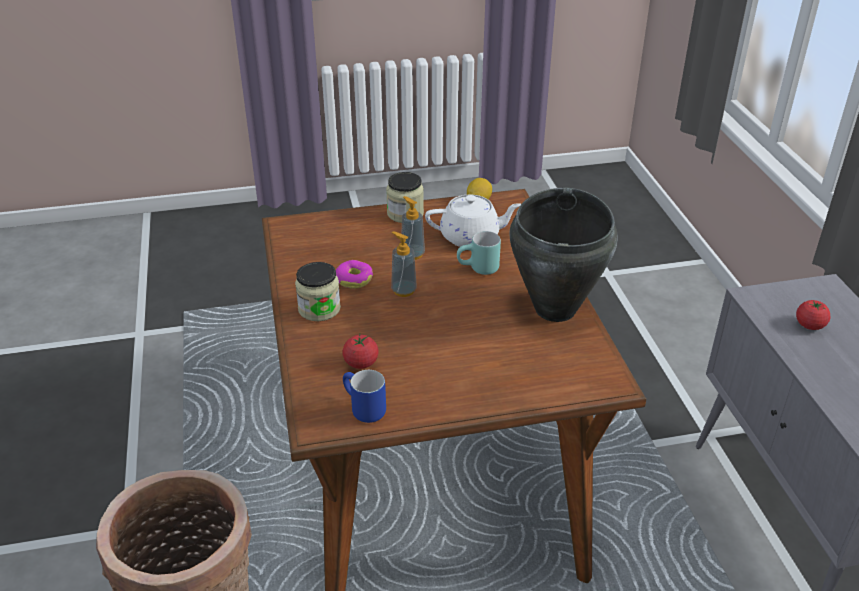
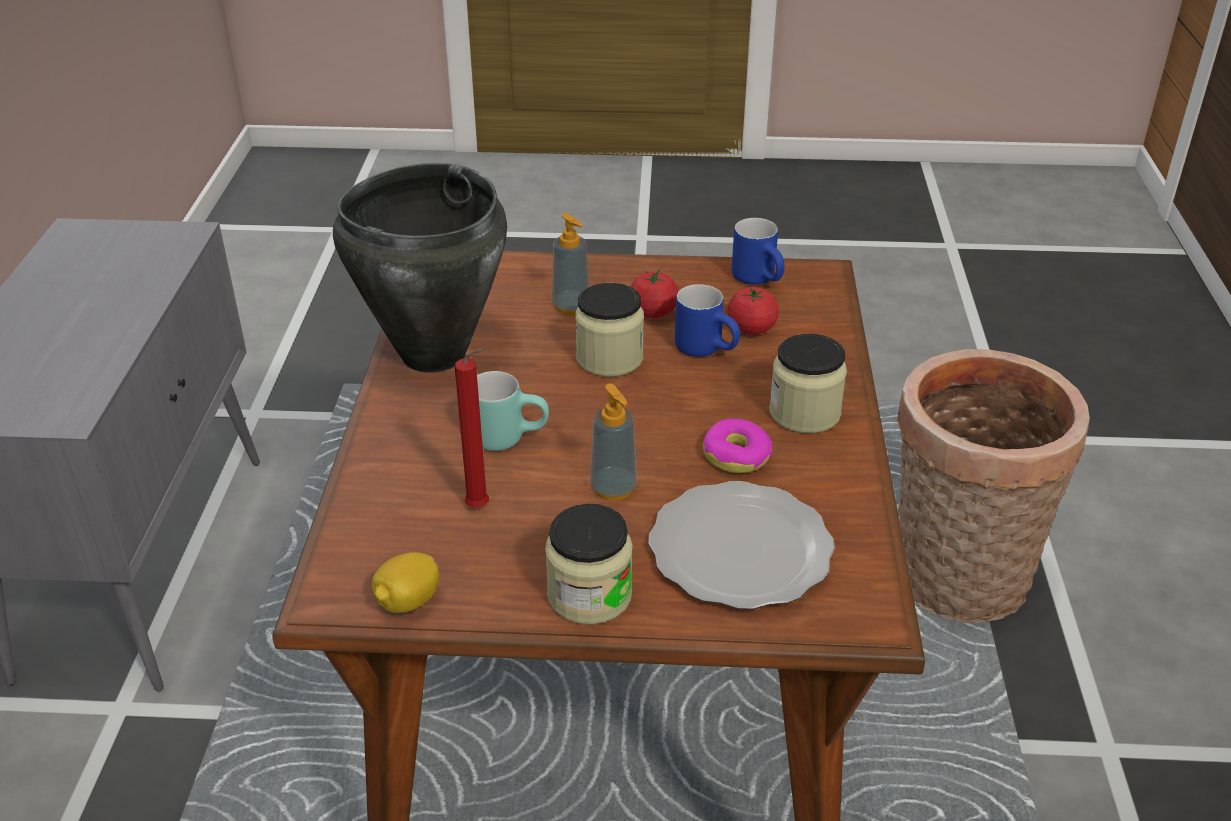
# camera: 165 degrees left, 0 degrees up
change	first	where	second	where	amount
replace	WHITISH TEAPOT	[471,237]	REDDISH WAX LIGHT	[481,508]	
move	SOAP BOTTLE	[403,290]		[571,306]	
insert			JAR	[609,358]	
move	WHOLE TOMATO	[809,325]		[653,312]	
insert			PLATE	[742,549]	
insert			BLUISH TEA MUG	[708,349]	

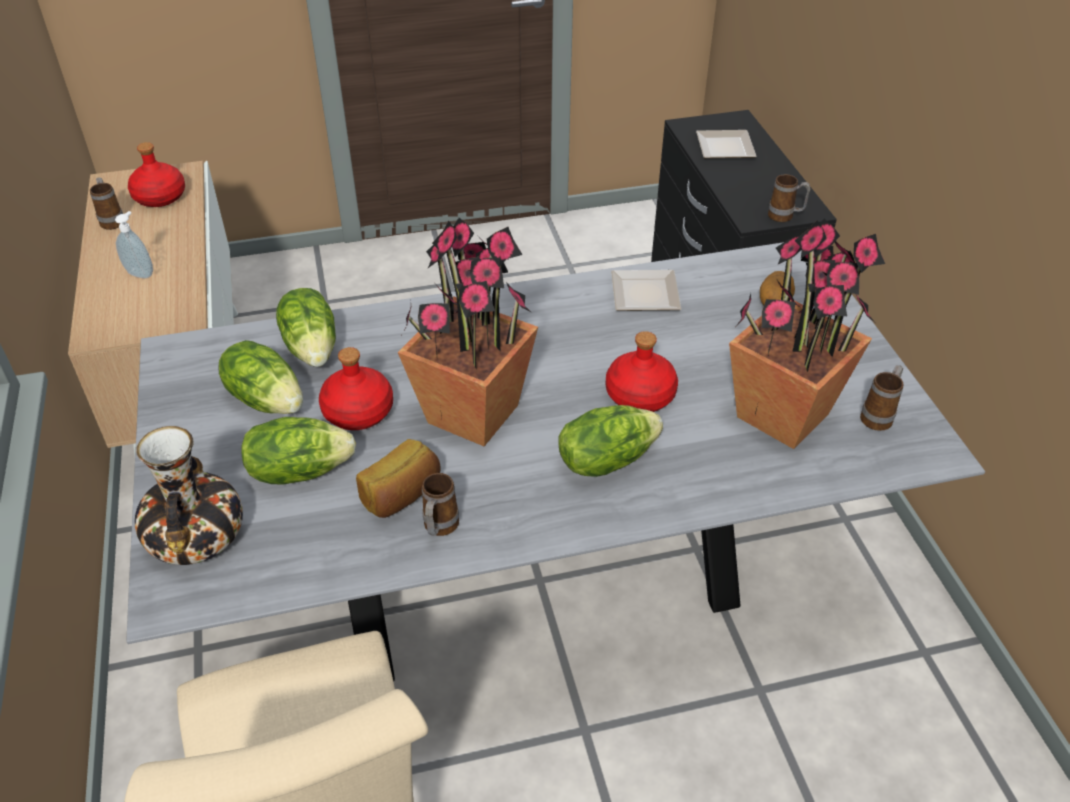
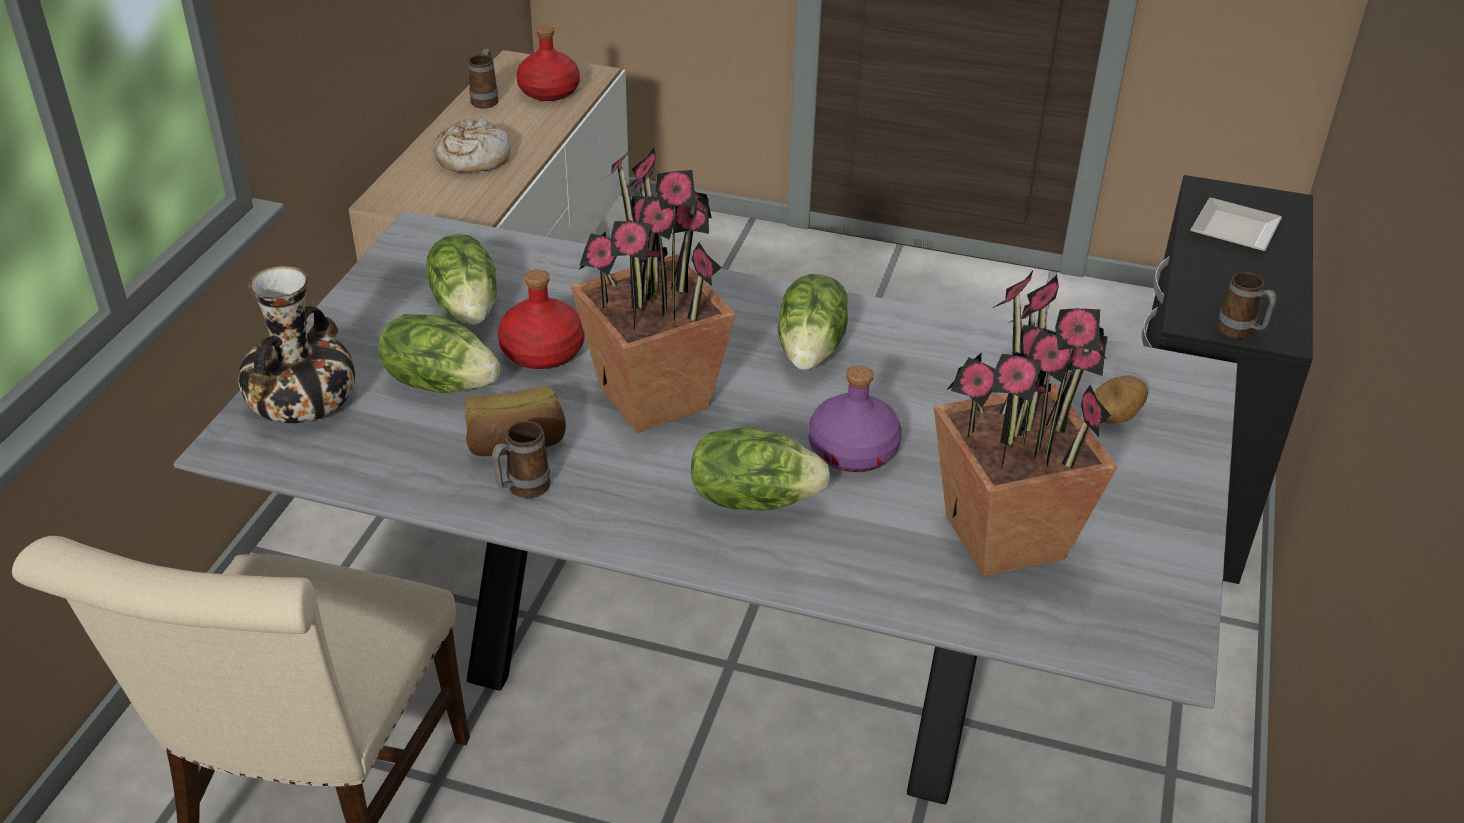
# camera: 30 degrees right, 5 degrees down
change	first	where	second	where	amount
replace	SOAP BOTTLE	[141,273]	BAKED BREAD	[472,158]	
move	LETTUCE HEAD	[313,347]		[812,350]	
recolor	REDDISH BEVERAGE BOTTLE	[641,395]	PURPLISH BEVERAGE BOTTLE	[853,451]	
delete	PLATE	[647,295]			
delete	TEA MUG	[879,416]			

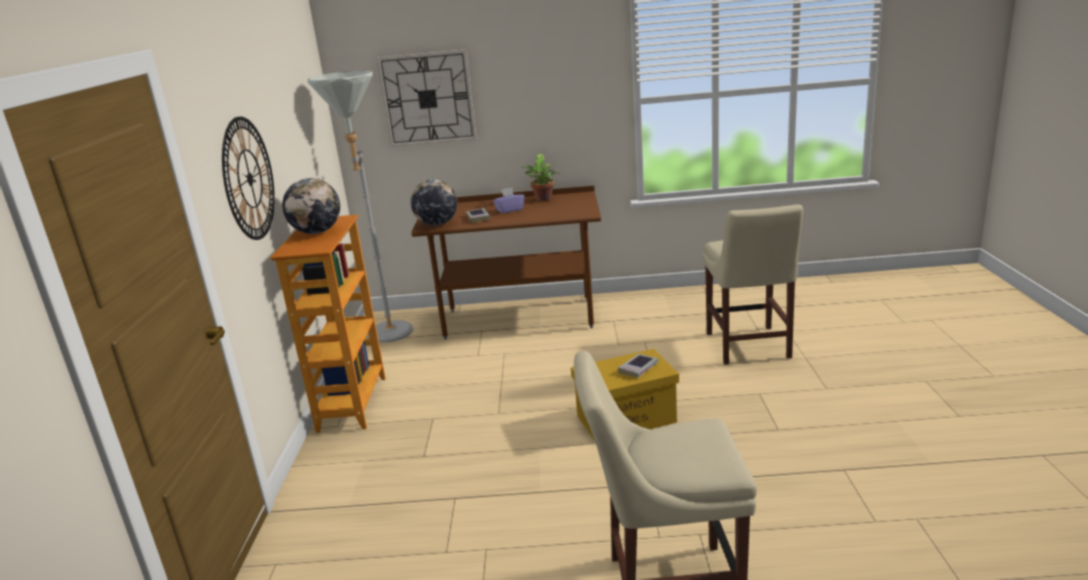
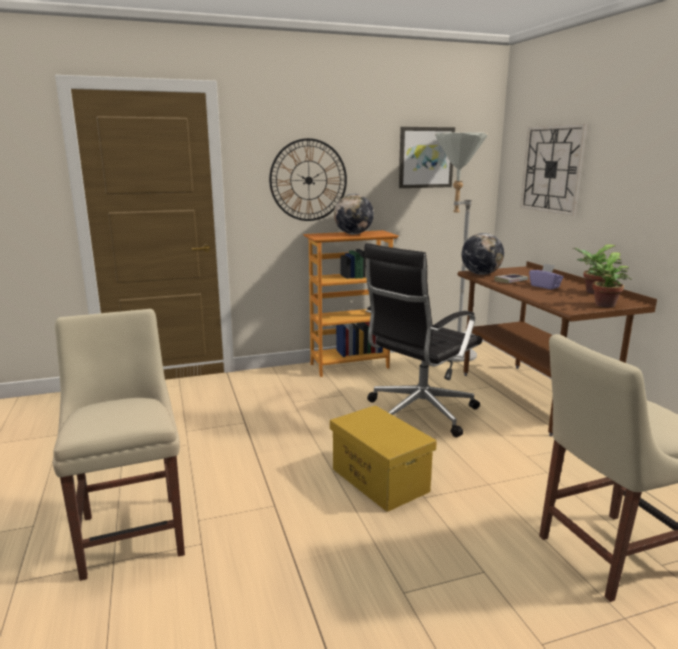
# camera: 70 degrees right, 5 degrees down
change	first	where	second	where	amount
insert			BLACKISH COMPUTER CHAIR	[418,413]	
insert			WALL PICTURE	[425,157]	
insert			HOUSEPLANT	[603,305]	
delete	VOLUME	[638,368]			

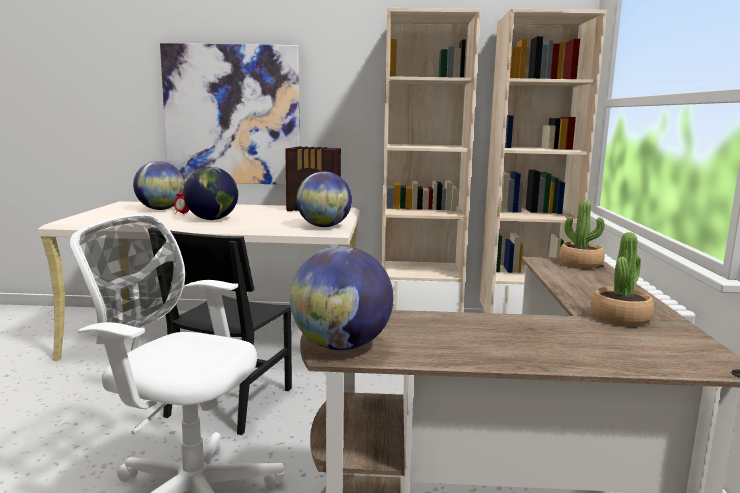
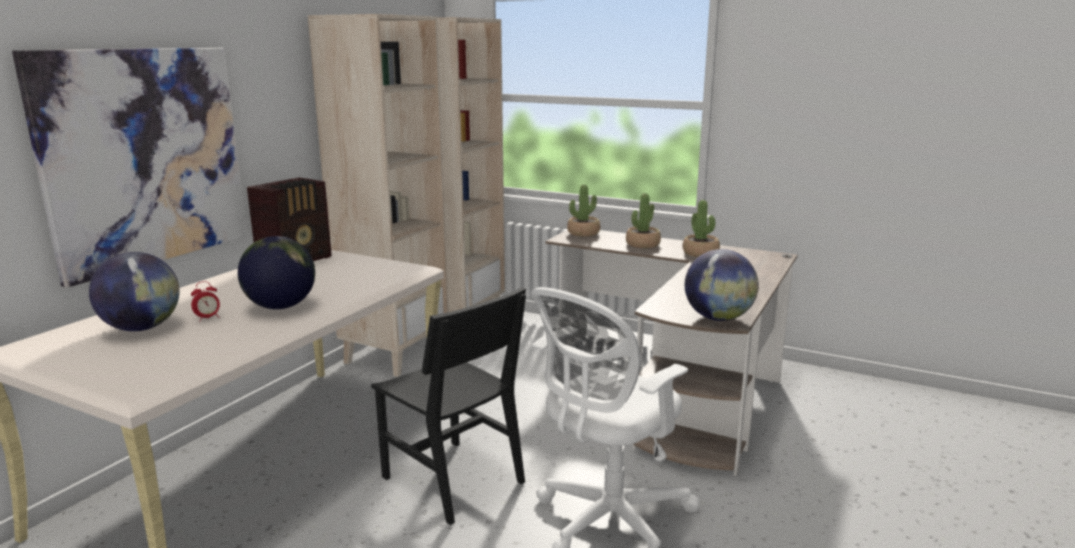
# camera: 65 degrees left, 5 degrees up
change	first	where	second	where	amount
insert			HOUSEPLANT	[642,244]	
delete	GLOBE	[324,226]			

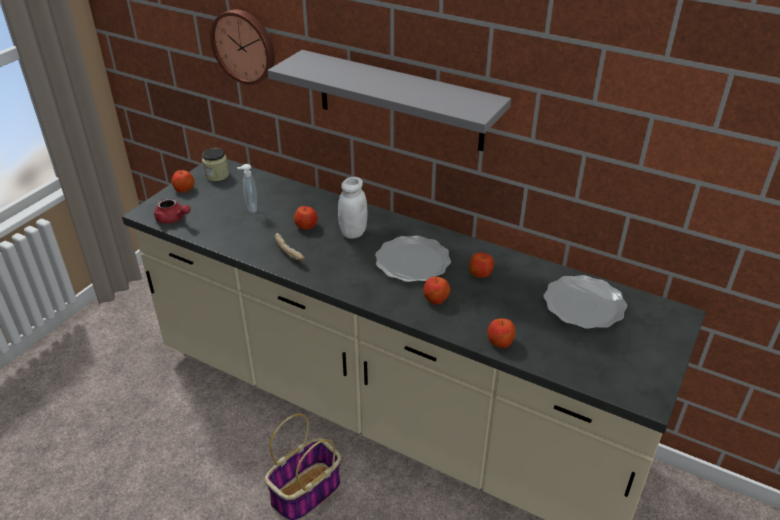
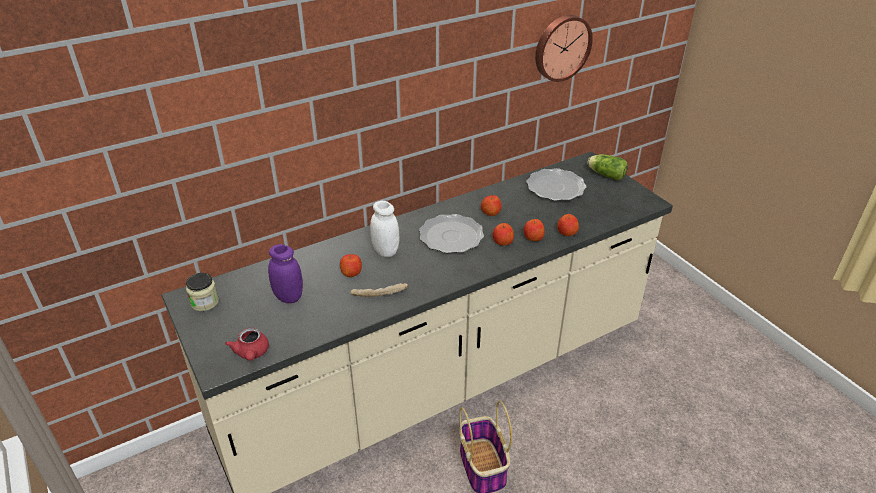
# camera: 60 degrees left, 0 degrees up
change	first	where	second	where	amount
rotate	REDDISH TEAPOT	[173,219]		[251,353]	105 degrees clockwise
replace	SOAP BOTTLE	[250,208]	PURPLISH JAR	[288,297]	
move	WHOLE APPLE	[184,189]		[533,237]	
move	WALL CLOCK	[245,46]		[561,47]	
insert			LETTUCE HEAD	[605,174]	
delete	GREYISH BRACKET SHELF	[400,100]			

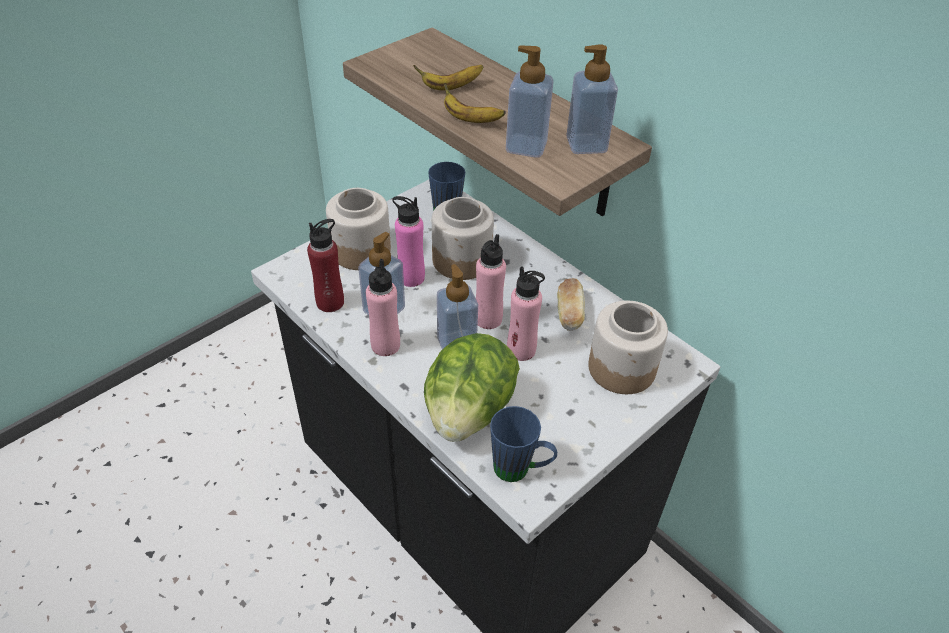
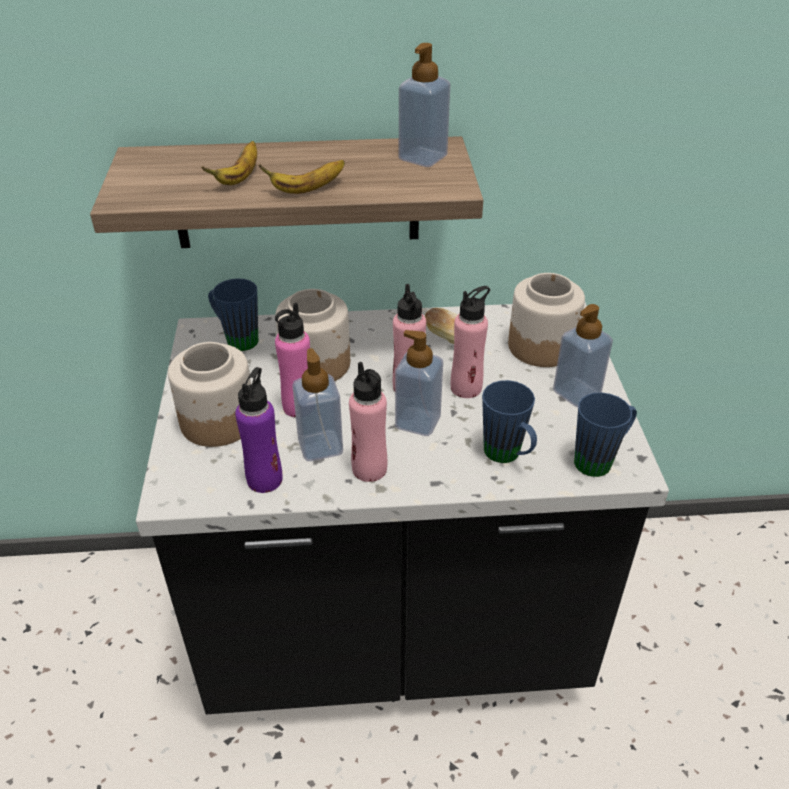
# camera: 50 degrees left, 5 degrees down
change	first	where	second	where	amount
recolor	REDDISH BEVERAGE BOTTLE	[330,302]	PURPLISH BEVERAGE BOTTLE	[265,479]	
replace	LETTUCE HEAD	[468,412]	BLUISH TEA MUG	[507,457]	
move	SOAP BOTTLE	[526,146]		[576,393]	

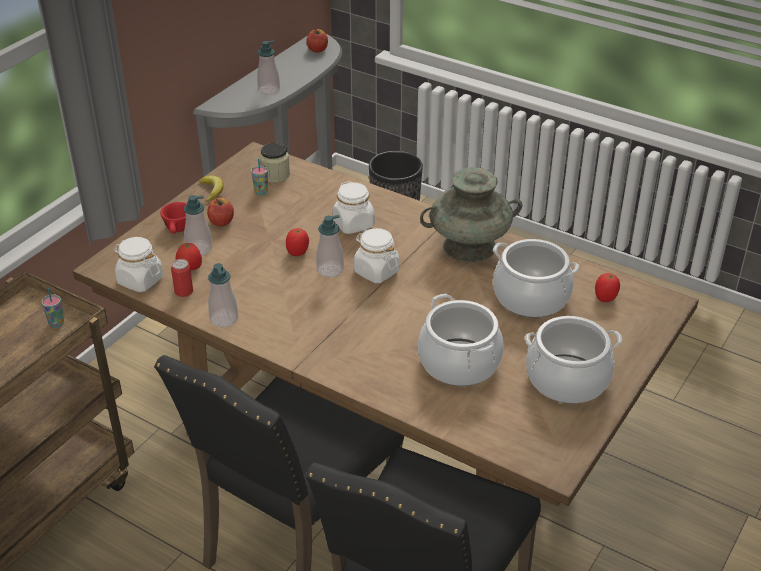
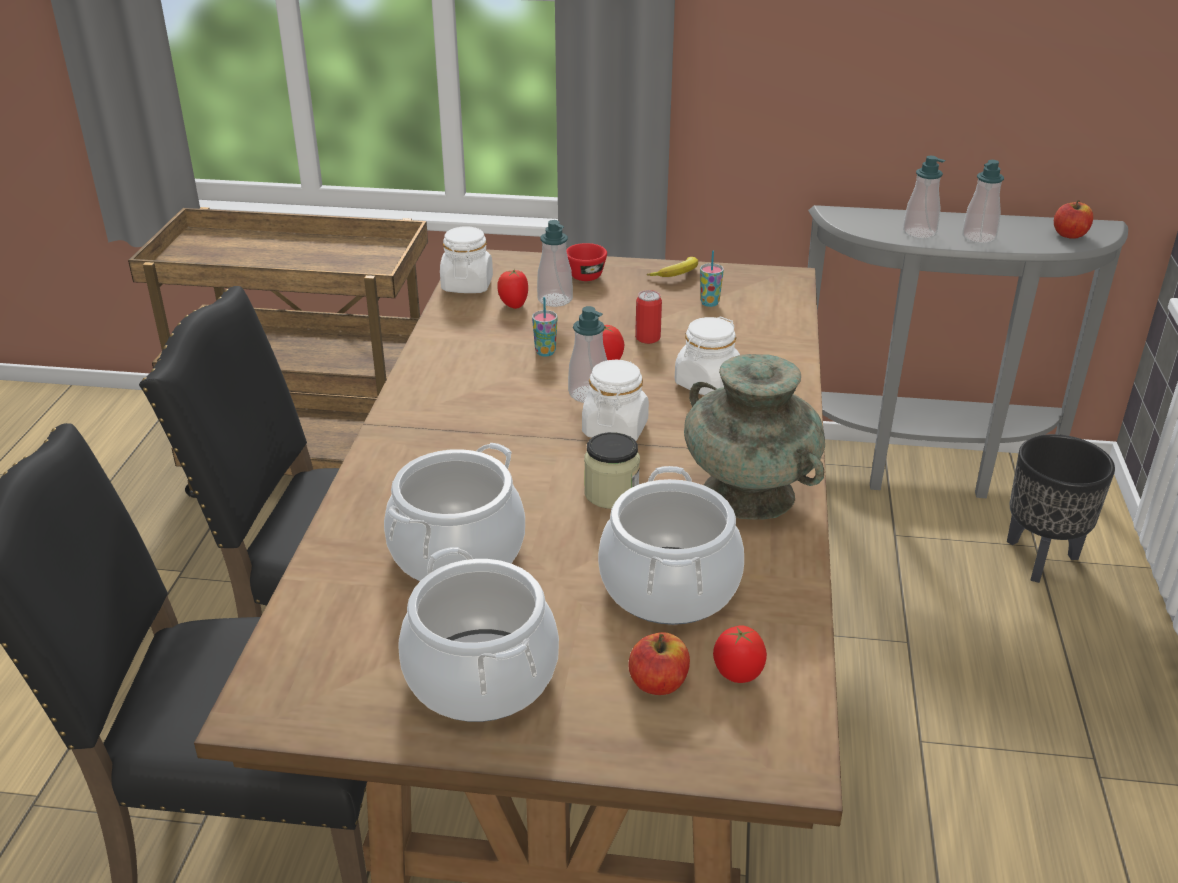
# camera: 65 degrees right, 5 degrees down
change	first	where	second	where	amount
move	DRINKING CUP	[56,323]		[545,352]	
move	JAR	[275,175]		[611,493]	
move	WHOLE APPLE	[221,222]		[658,683]	
move	CAN	[184,291]		[647,338]	
move	SOAP BOTTLE	[224,319]		[978,237]	

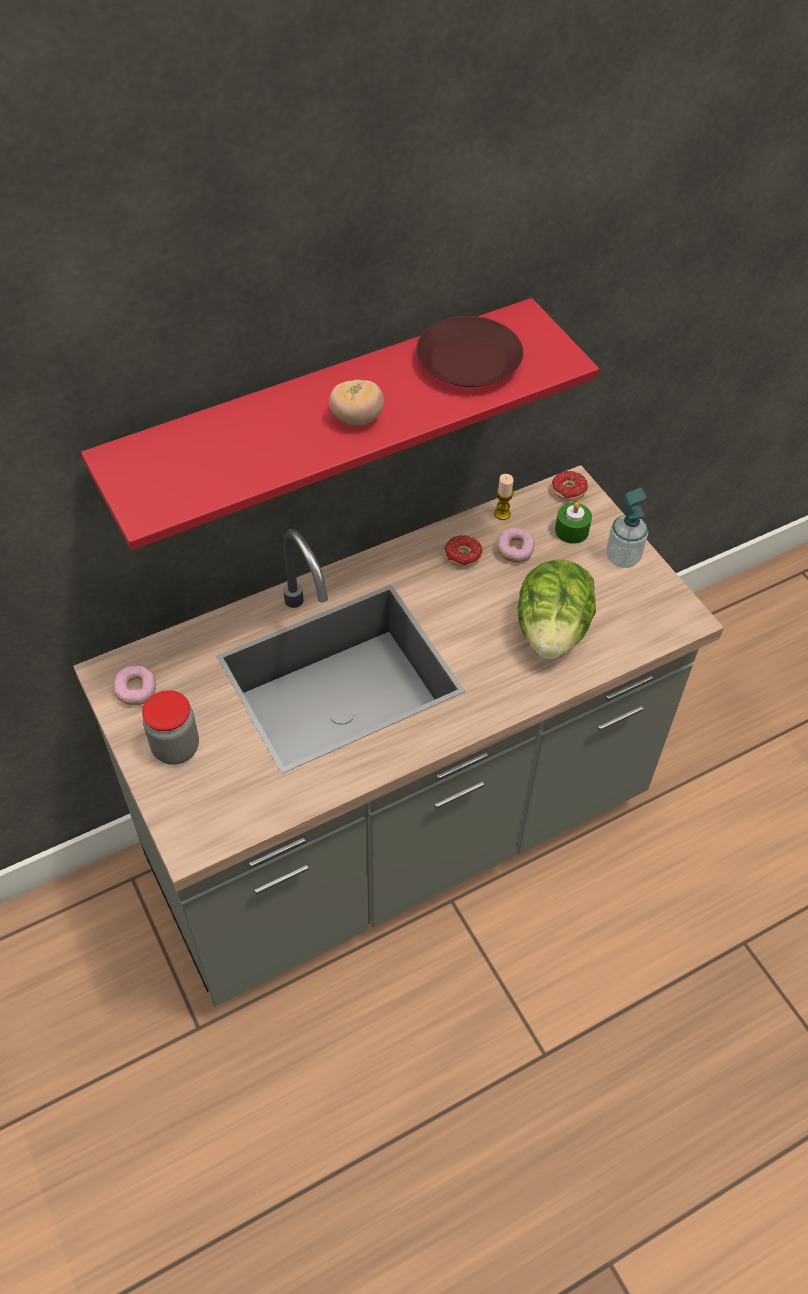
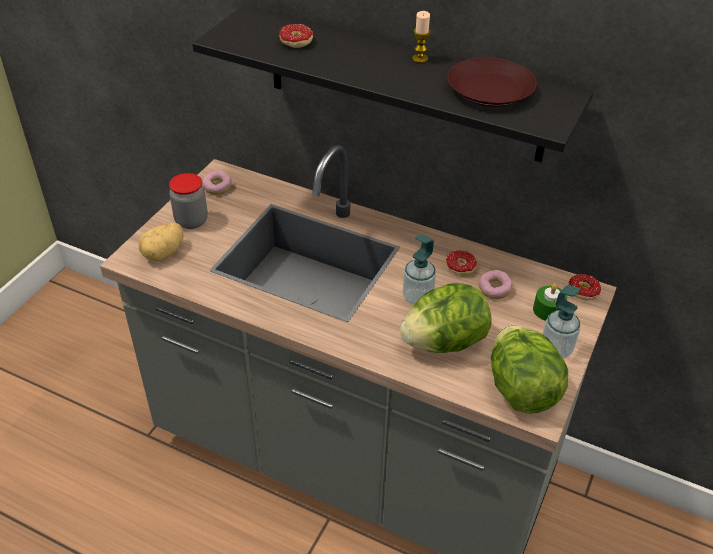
# camera: 55 degrees right, 10 degrees down
change	first	where	second	where	amount
insert			WHOLE POTATO	[164,253]	
recolor	REDDISH BRACKET SHELF	[322,414]	BLACKISH BRACKET SHELF	[403,84]	
insert			RING DOUGHNUT	[291,43]	
insert			SOAP BOTTLE	[417,297]	
move	WAX LIGHT	[502,514]		[420,59]	
insert			LETTUCE HEAD	[521,390]	
delete	WHOLE TOMATO	[356,418]			

